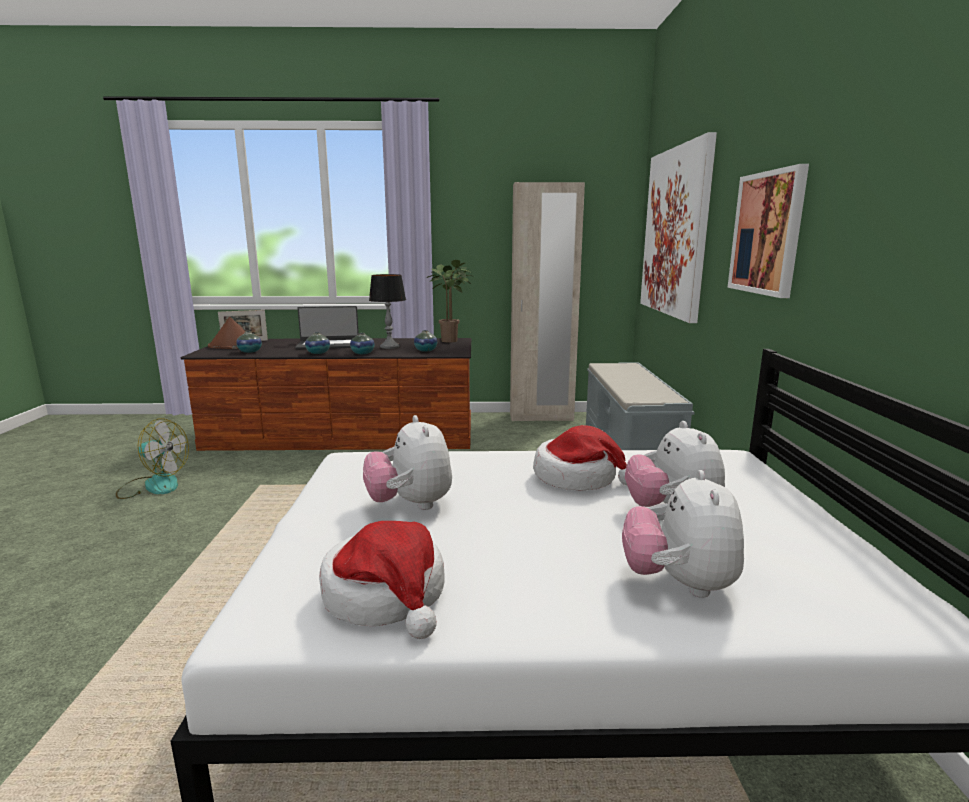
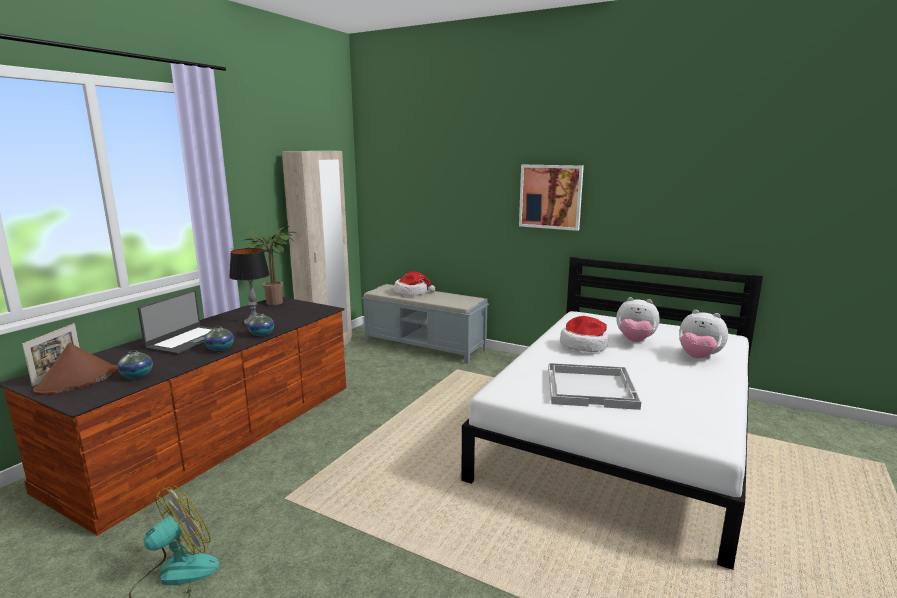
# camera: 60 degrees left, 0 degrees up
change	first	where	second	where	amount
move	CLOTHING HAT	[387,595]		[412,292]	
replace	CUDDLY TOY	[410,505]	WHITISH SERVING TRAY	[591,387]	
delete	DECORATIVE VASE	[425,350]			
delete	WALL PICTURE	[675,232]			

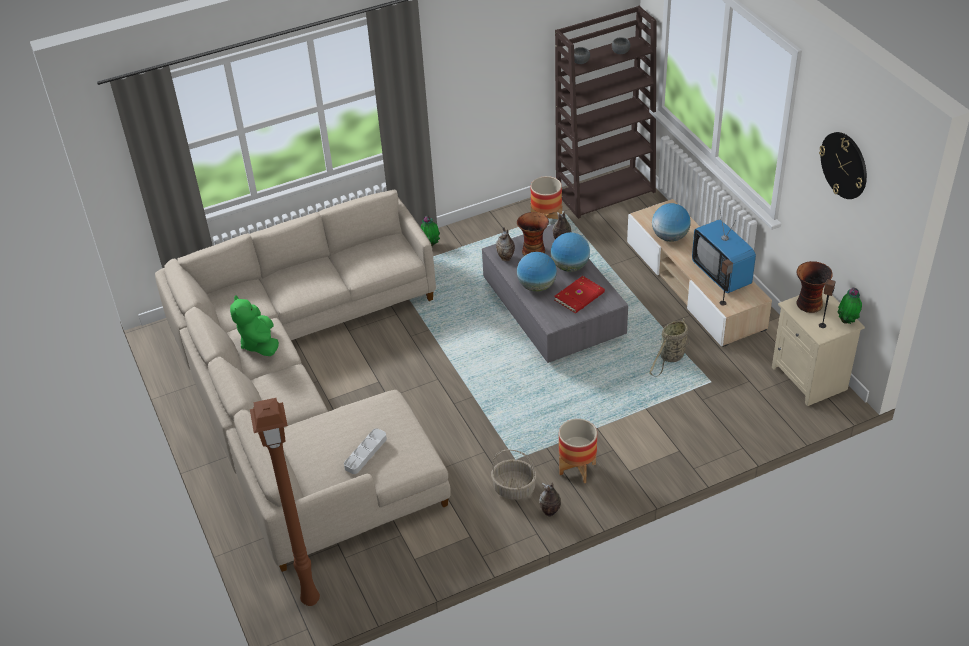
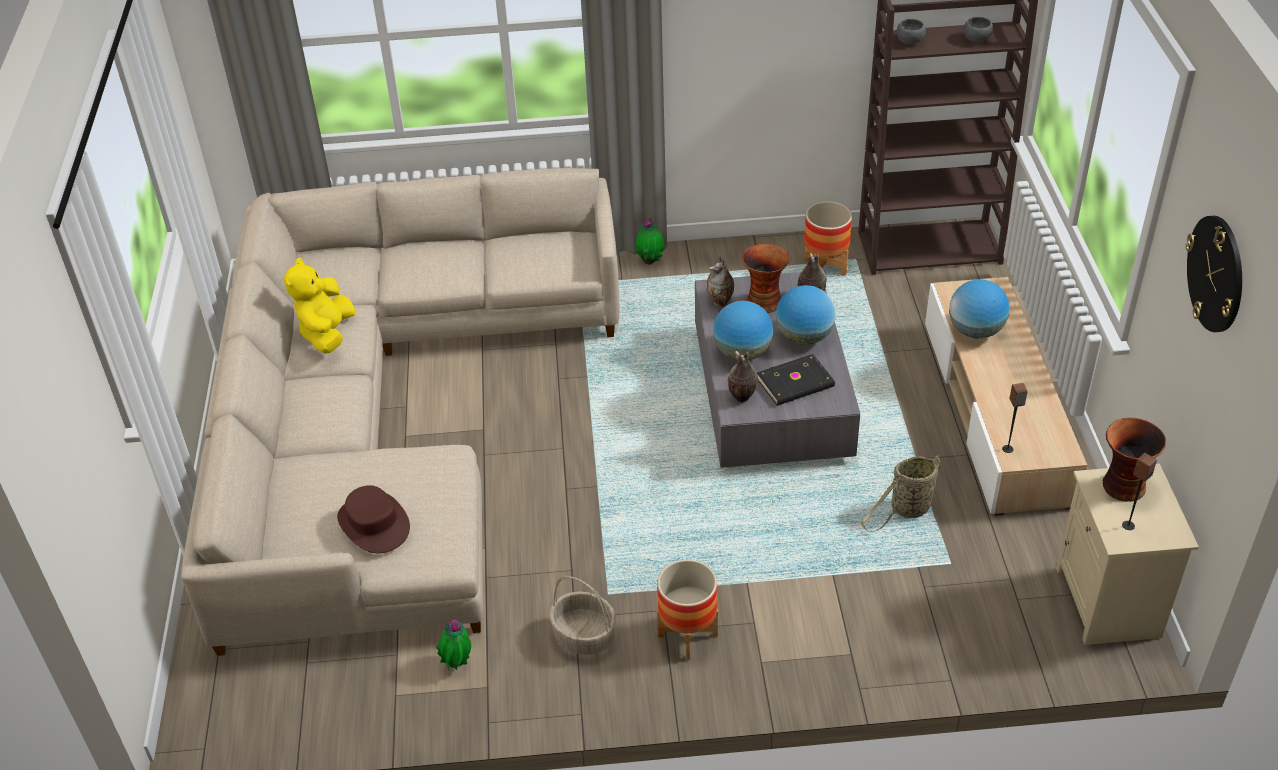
# camera: 20 degrees right, 0 degrees up
change	first	where	second	where	amount
recolor	GREENISH CUDDLY TOY	[259,343]	YELLOW-COLOURED CUDDLY TOY	[327,334]	
replace	GREYISH SERVING TRAY	[365,453]	BROWN-COLOURED CLOTHING HAT	[373,523]	
move	HOUSEPLANT	[847,321]		[458,664]	
move	DECORATIVE VASE	[549,512]		[741,398]	
recolor	REDDISH VOLUME	[580,296]	BLACKISH VOLUME	[796,383]	
delete	BROWN-COLOURED STANDARD LAMP	[311,598]			
delete	TV SET	[721,274]			

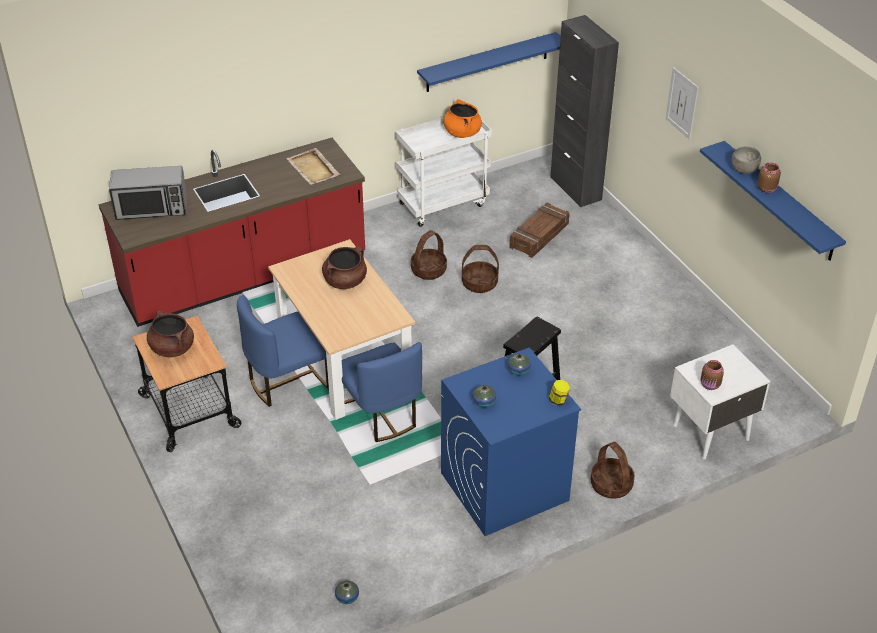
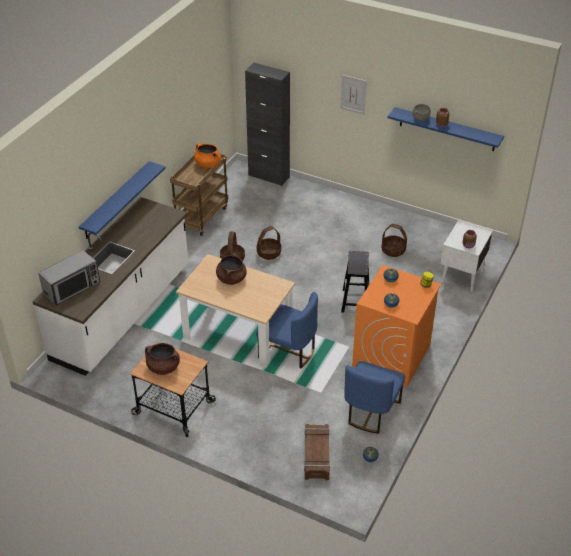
# camera: 35 degrees left, 0 degrees up
change	first	where	second	where	amount
recolor	REDDISH KITCHEN BASE UNIT	[244,276]	WHITISH KITCHEN BASE UNIT	[123,313]	
move	BLUISH BRACKET SHELF	[487,62]		[116,200]	
recolor	WHITISH WHEELED CART	[443,203]	BROWN-COLOURED WHEELED CART	[201,216]	
move	PACKING CRATE	[539,236]		[317,455]	
move	BLUISH UPRIGHT CHAIR	[287,381]		[370,412]	
recolor	BLUISH WASHING MACHINE	[504,487]	ORANGEY WASHING MACHINE	[391,356]	
move	STORAGE BASKET	[611,485]		[393,250]	
delete	BEIGE-COLOURED SERVING TRAY	[313,169]			

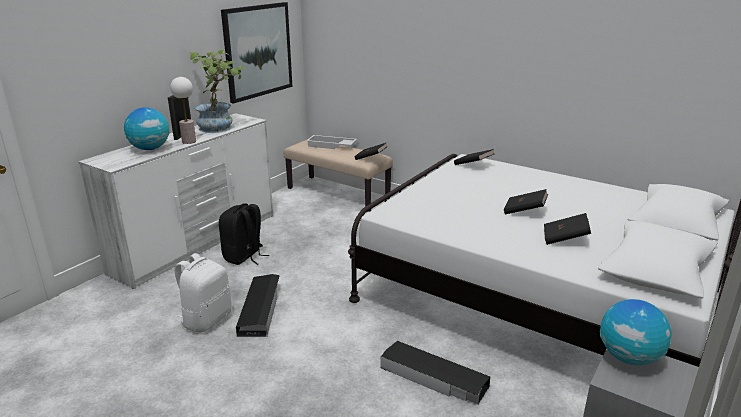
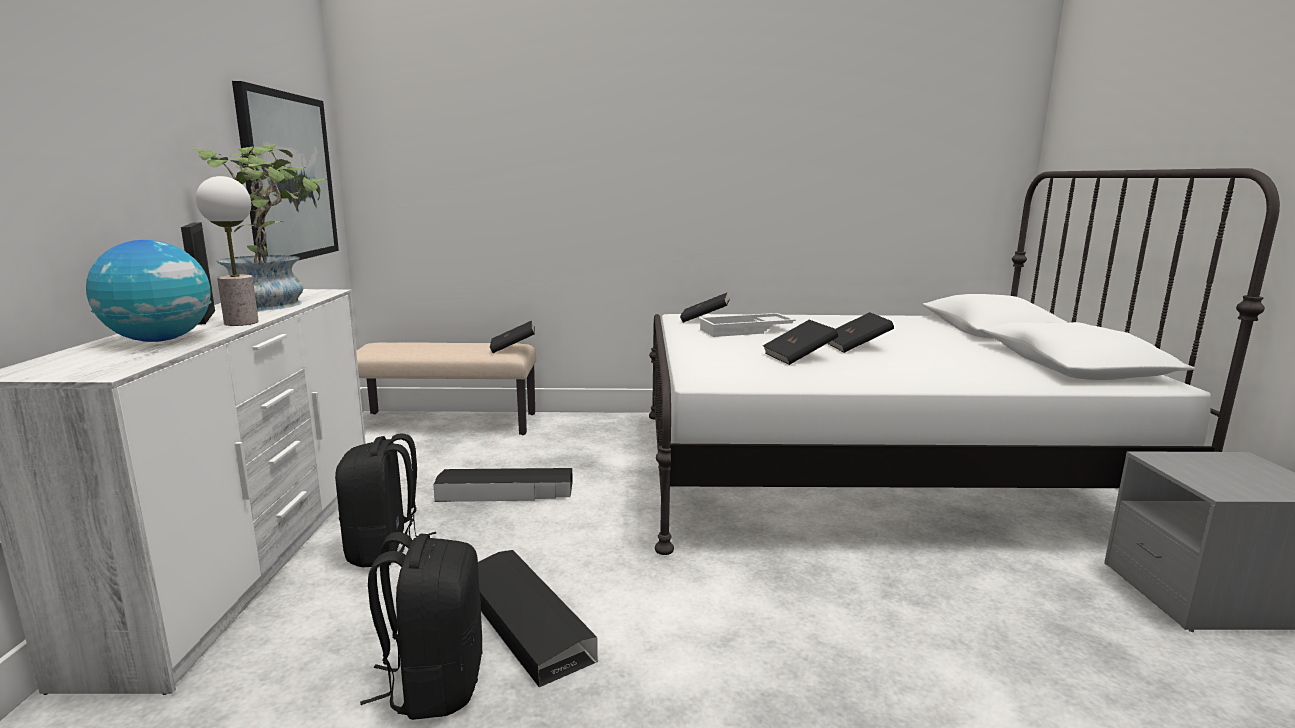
# camera: 35 degrees left, 10 degrees down
change	first	where	second	where	amount
recolor	WHITISH BACKPACK	[206,319]	BLACKISH BACKPACK	[434,683]	
move	BLACKISH STORAGE BIN	[434,378]		[506,492]	
move	WHITISH SERVING TRAY	[331,146]		[745,331]	
move	BLACKISH VOLUME	[565,239]		[798,357]	
delete	GLOBE	[629,357]			

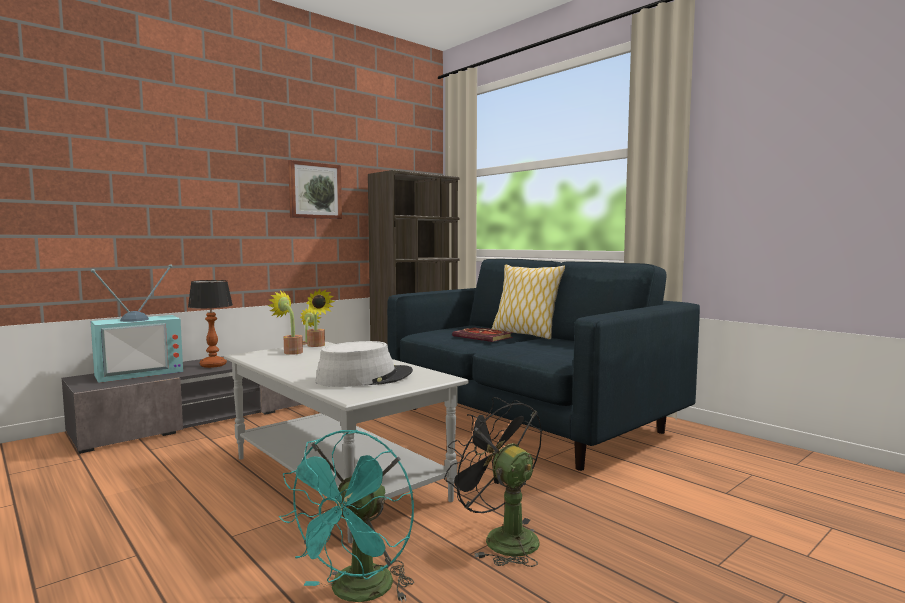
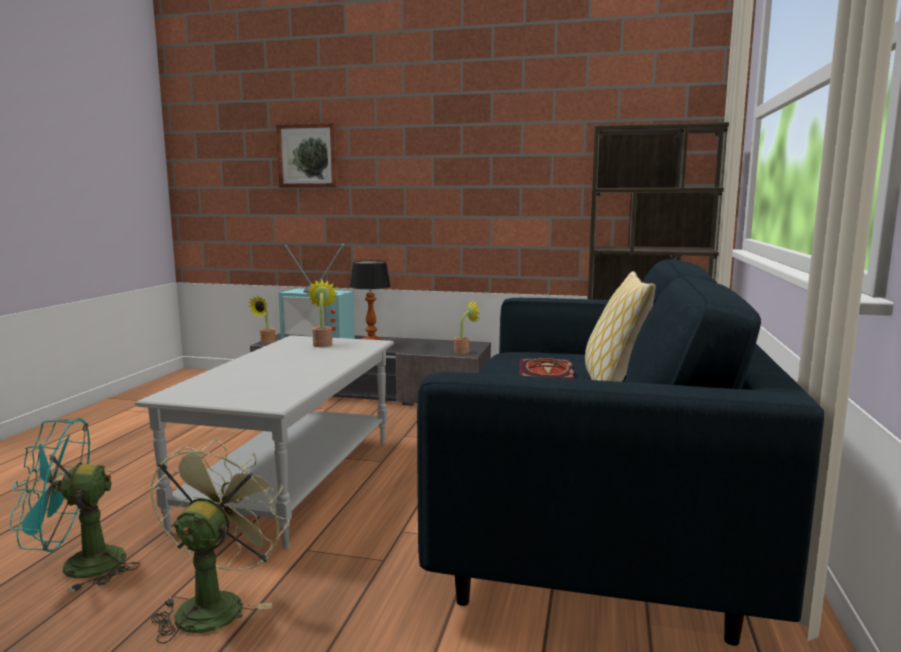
# camera: 55 degrees right, 5 degrees up
change	first	where	second	where	amount
recolor	BLACKISH COOLING FAN	[501,538]	GREENISH COOLING FAN	[215,603]	
move	HOUSEPLANT	[317,346]		[266,342]	
move	WALL PICTURE	[314,190]		[308,156]	
delete	GREYISH CLOTHING HAT	[364,378]			

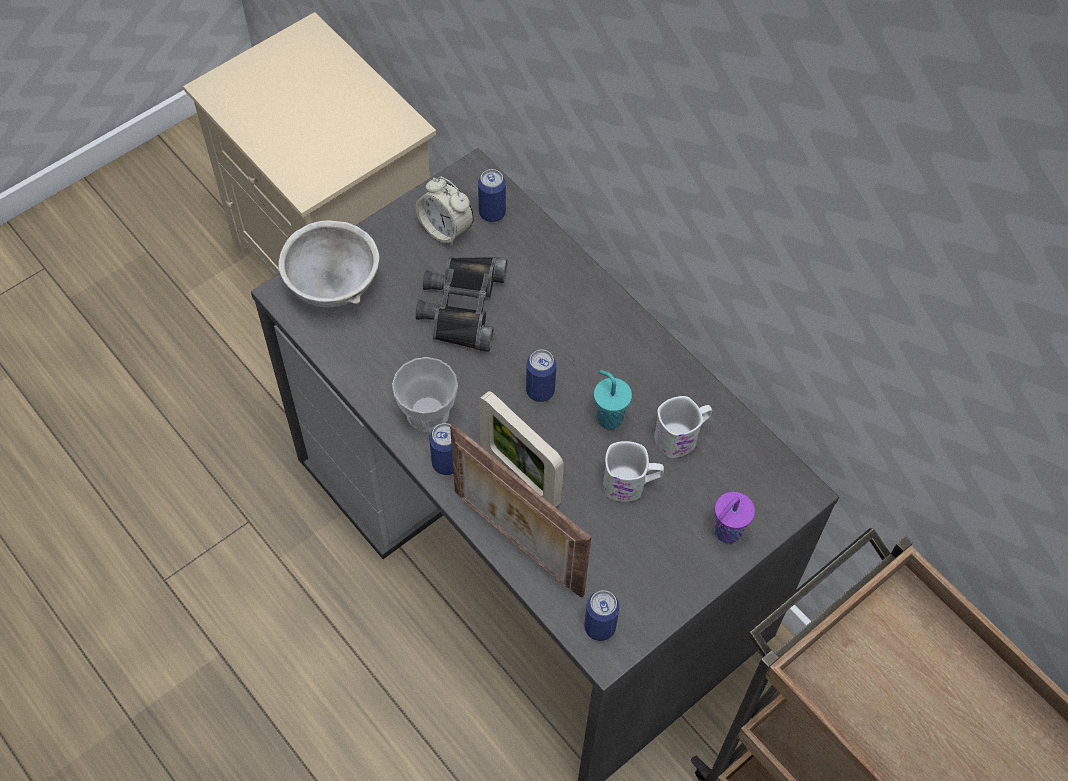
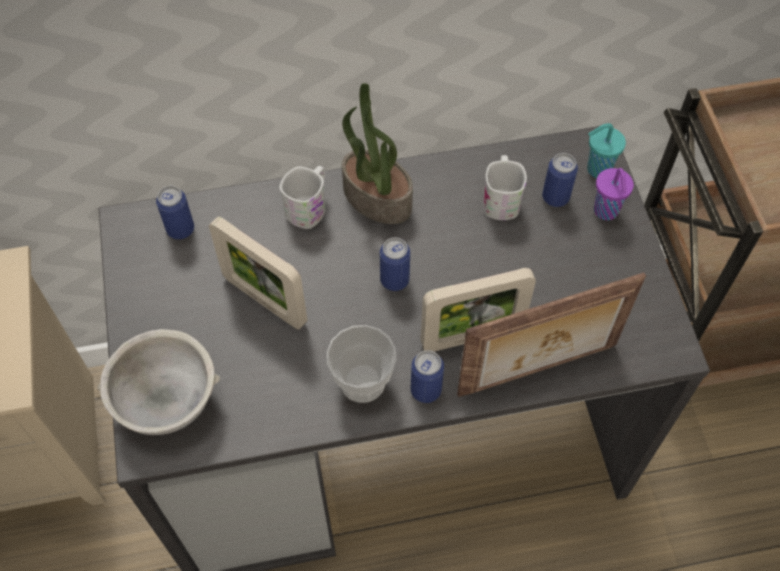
# camera: 60 degrees left, 0 degrees up
change	first	where	second	where	amount
replace	BLACKISH BINOCULARS	[461,306]	STANDING FRAME	[265,300]	
move	WHITISH TEA MUG	[631,484]		[309,207]	
insert			HOUSEPLANT	[375,198]	
move	CAN	[599,627]		[555,197]	
move	TURQUOISE-COLOURED DRINKING CUP	[608,417]		[597,169]	
delete	ALARM CLOCK	[445,229]			

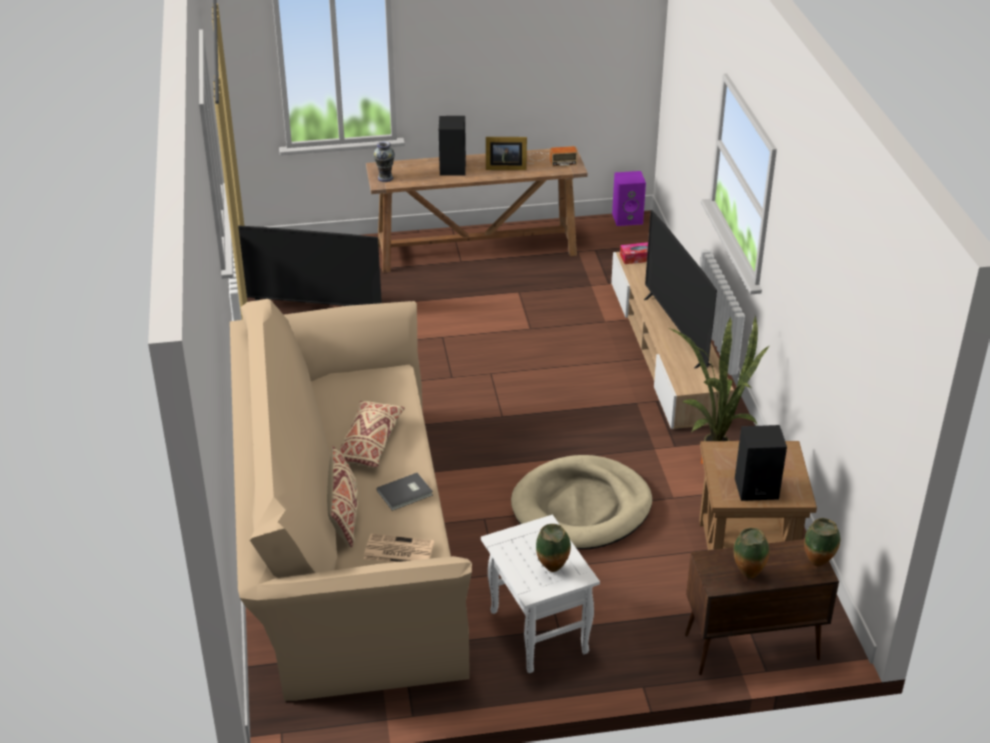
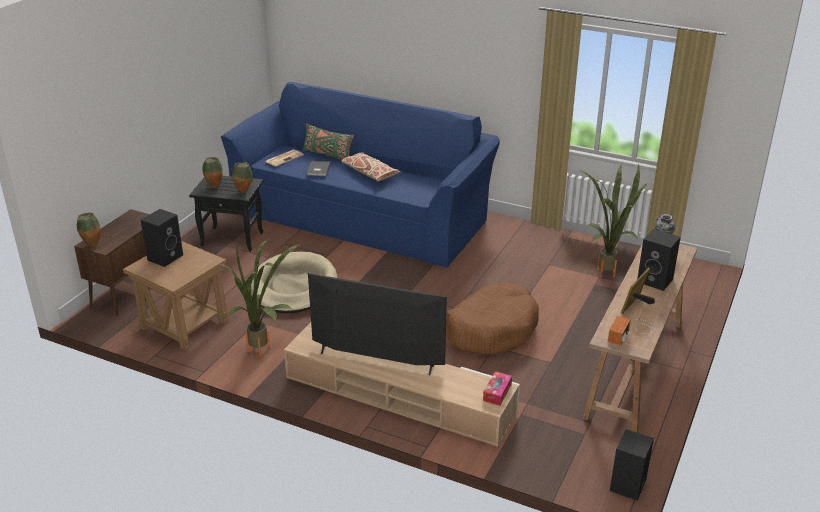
# camera: 125 degrees right, 5 degrees down
change	first	where	second	where	amount
recolor	WHITISH ACCENT TABLE	[536,631]	BLACKISH ACCENT TABLE	[233,239]	
recolor	BEIGE-COLOURED COUCH	[344,542]	BLUISH COUCH	[363,213]	
move	DECORATIVE VASE	[747,575]		[243,191]	
recolor	BEIGE-COLOURED THROW PILLOW	[343,514]	GREENISH THROW PILLOW	[328,155]	
insert			BROWN-COLOURED PET BED	[491,329]	
replace	TV SET	[313,308]	HOUSEPLANT	[606,270]	
recolor	PURPLISH LOUDSPEAKER	[628,218]	BLACKISH LOUDSPEAKER	[628,486]	

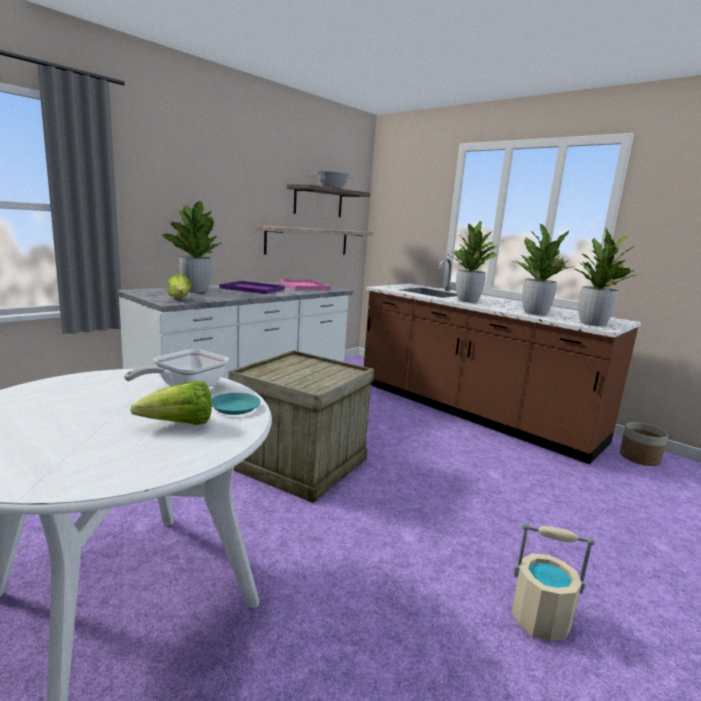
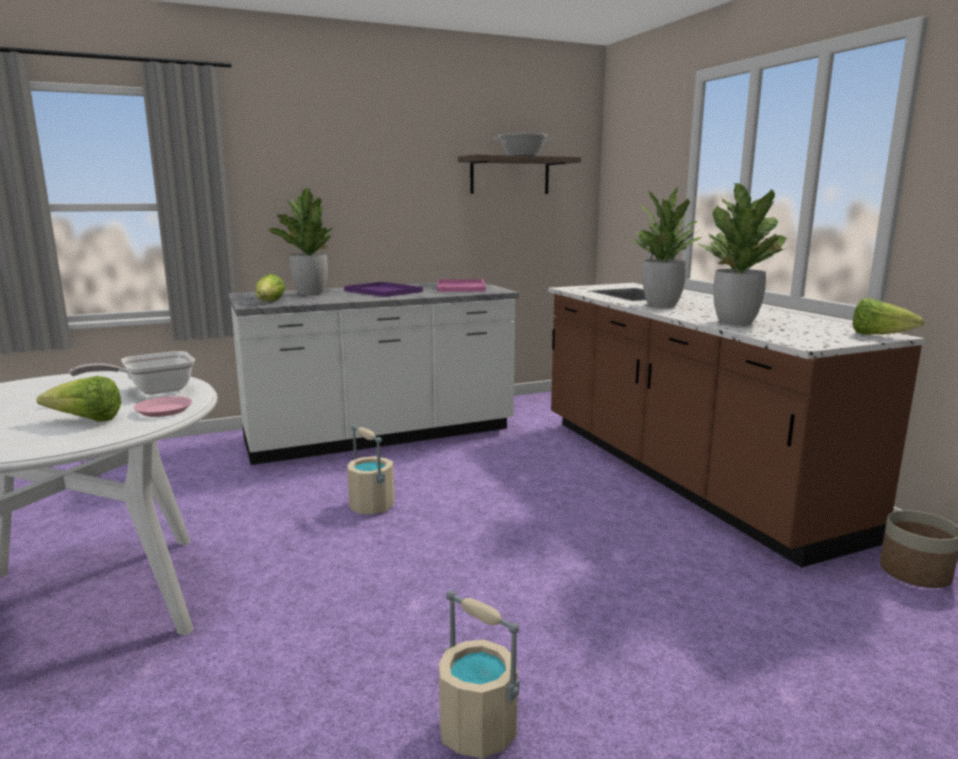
# camera: 25 degrees right, 0 degrees up
change	first	where	second	where	amount
recolor	TURQUOISE-COLOURED PLATE	[235,407]	PINK-COLOURED PLATE	[163,411]	
replace	PACKING CRATE	[297,463]	BEIGE-COLOURED WATER BUCKET	[371,506]	
insert			LETTUCE HEAD	[879,336]	
delete	BRACKET SHELF	[308,241]			
delete	HOUSEPLANT	[592,324]			

